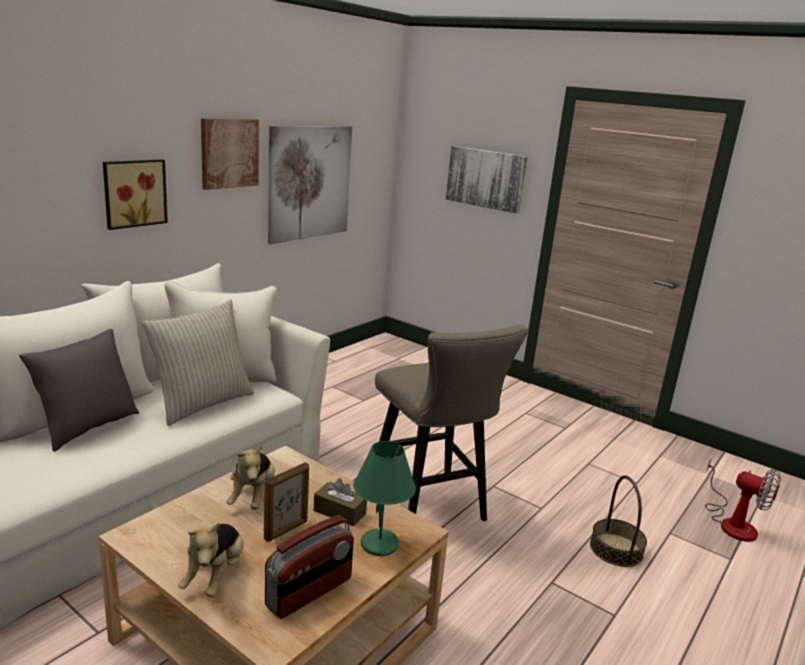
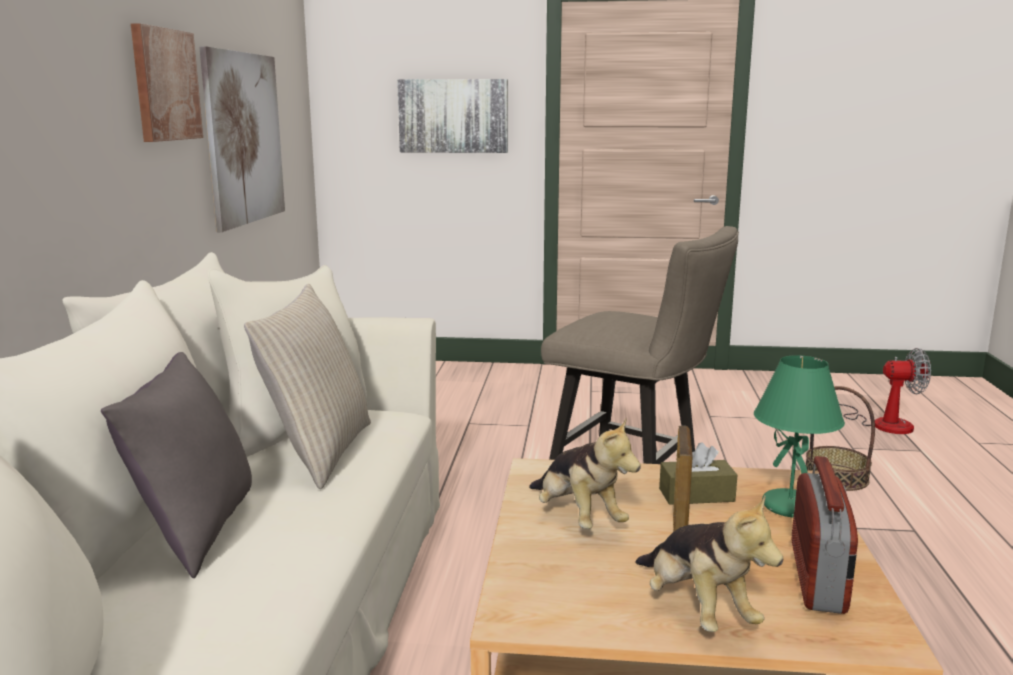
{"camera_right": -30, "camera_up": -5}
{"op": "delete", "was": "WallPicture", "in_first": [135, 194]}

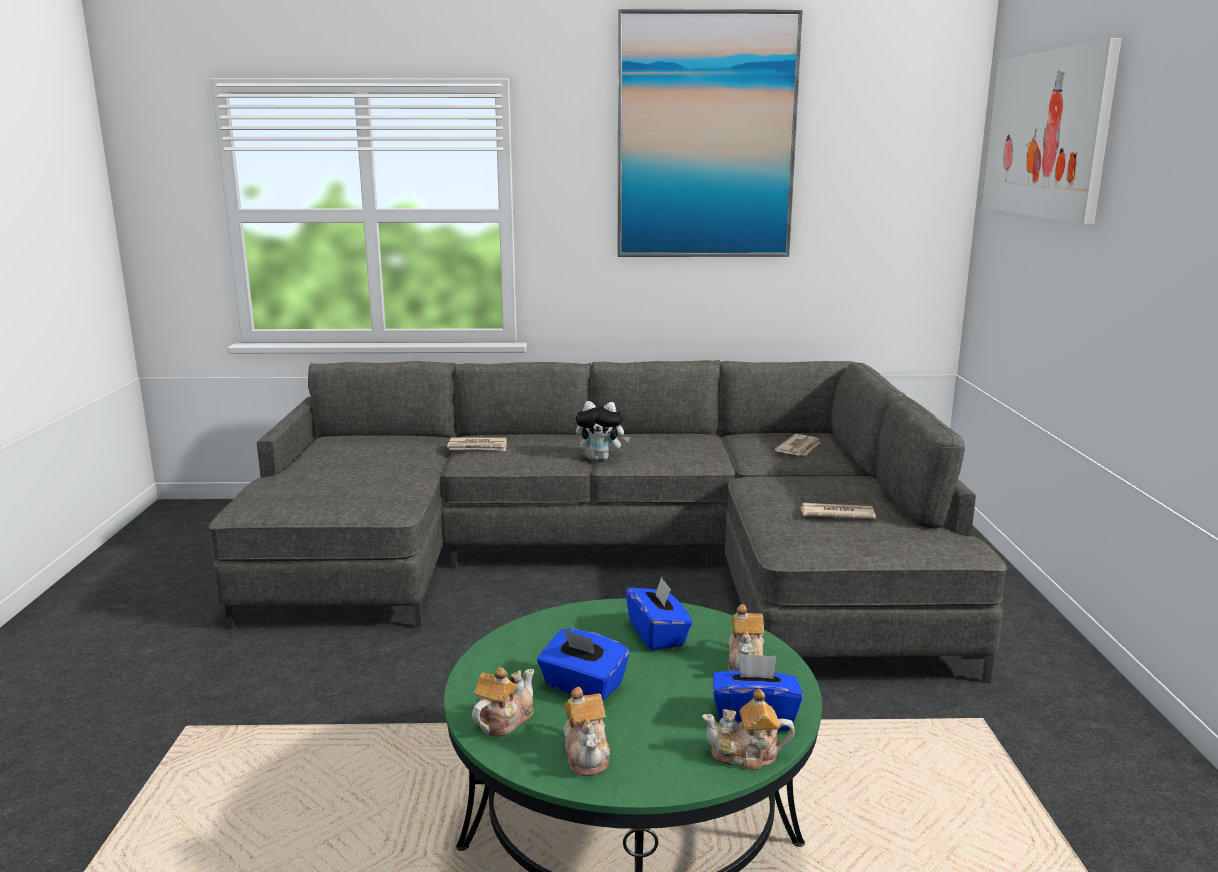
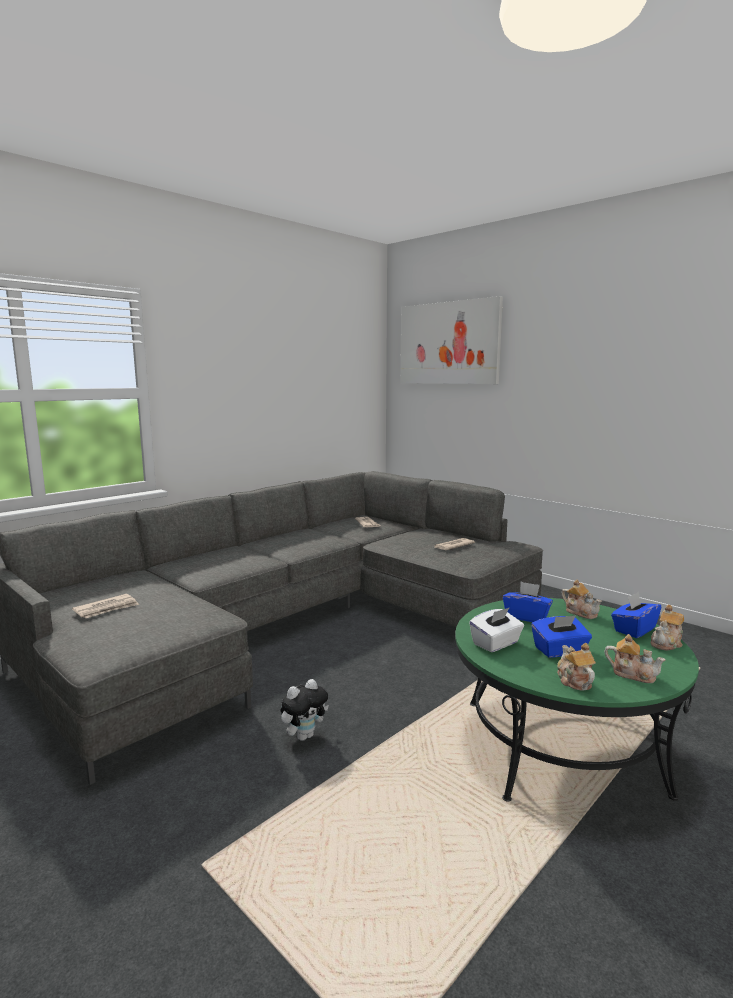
{"camera_right": -45, "camera_up": -5}
{"op": "delete", "was": "WallPicture", "in_first": [710, 133]}
{"op": "move", "was": "SoftToy", "in_first": [603, 430], "in_second": [304, 710]}
{"op": "move", "was": "Newspaper", "in_first": [477, 444], "in_second": [105, 606]}
{"op": "insert", "now": "WhiteTissueHolder", "in_second": [496, 629]}

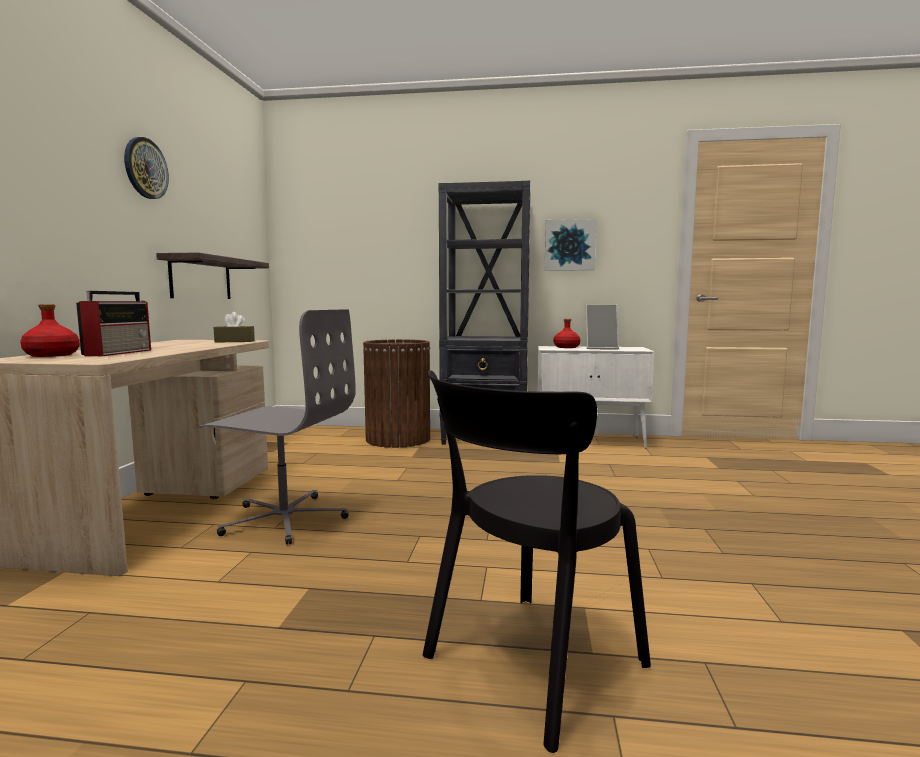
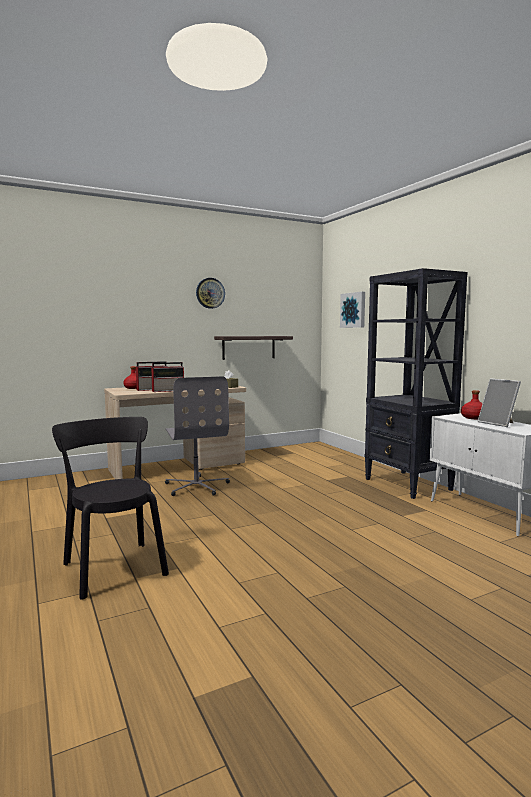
{"camera_right": 55, "camera_up": 0}
{"op": "move", "was": "WallPicture", "in_first": [570, 245], "in_second": [352, 310]}
{"op": "delete", "was": "BrownWasteBin", "in_first": [396, 393]}
{"op": "rotate", "was": "BlackUprightChair", "in_first": [537, 561], "in_second": [110, 508], "clockwise": 45}
{"op": "insert", "now": "Radio", "in_second": [168, 377]}

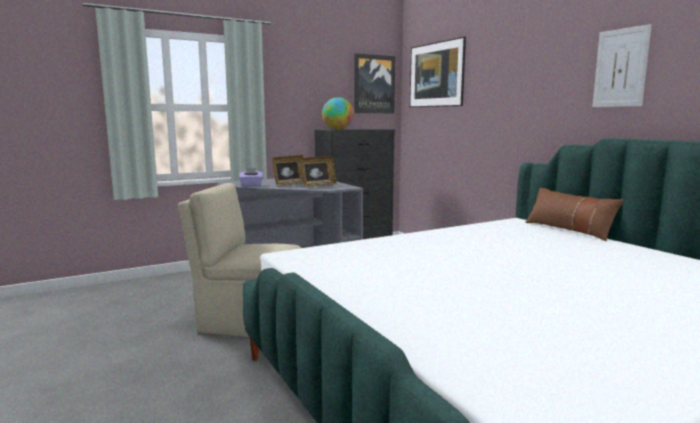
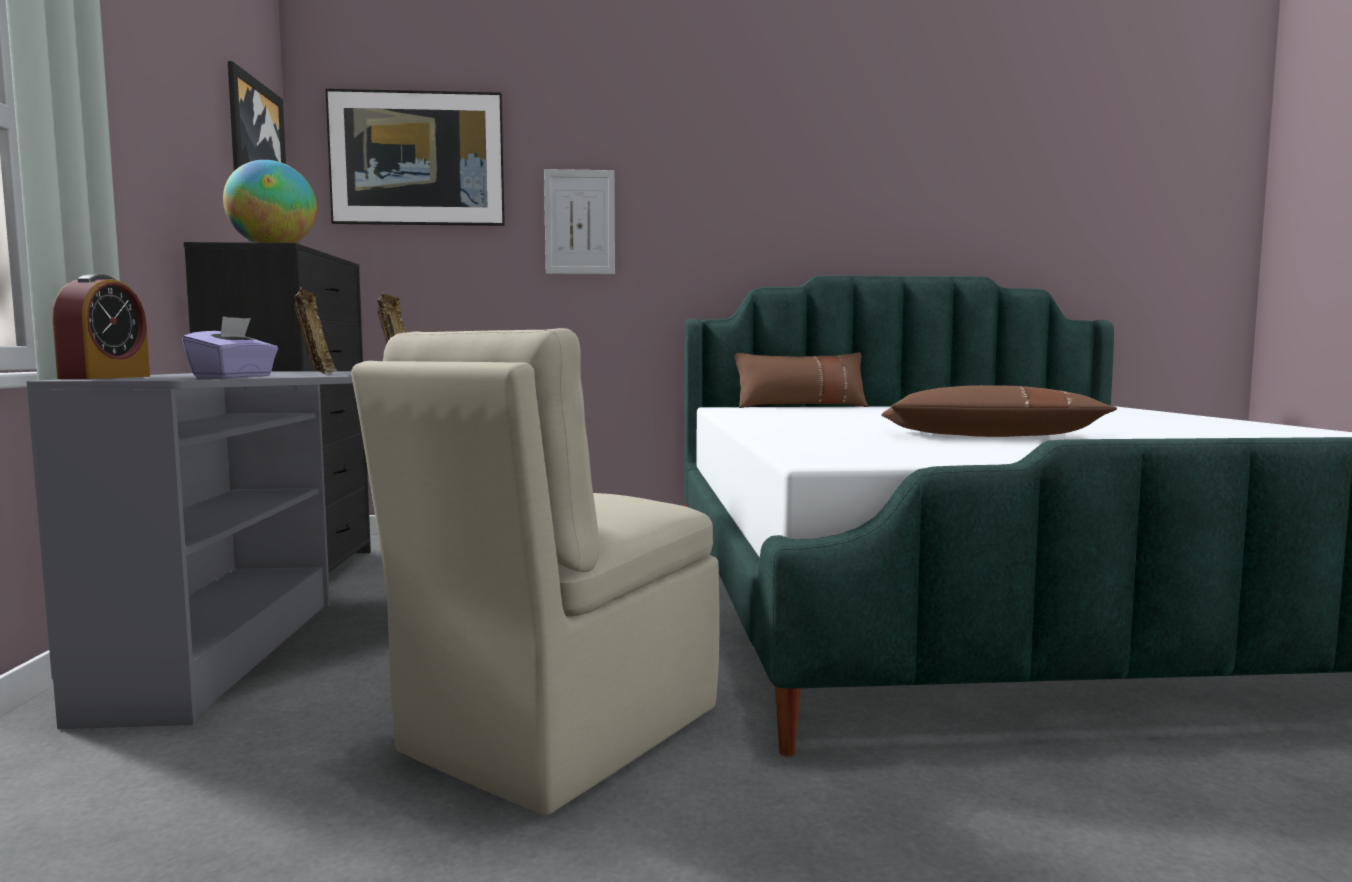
{"camera_right": -65, "camera_up": -5}
{"op": "move", "was": "WallPicture", "in_first": [622, 65], "in_second": [579, 221]}
{"op": "insert", "now": "TableClock", "in_second": [101, 326]}
{"op": "insert", "now": "BrownThrowPillow", "in_second": [999, 411]}

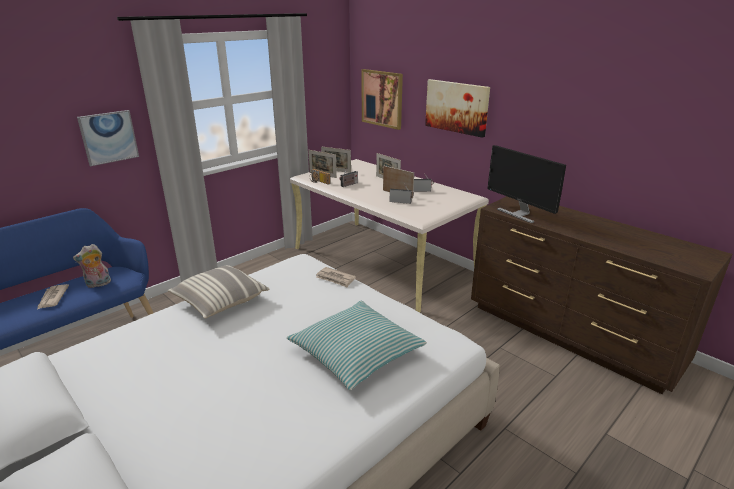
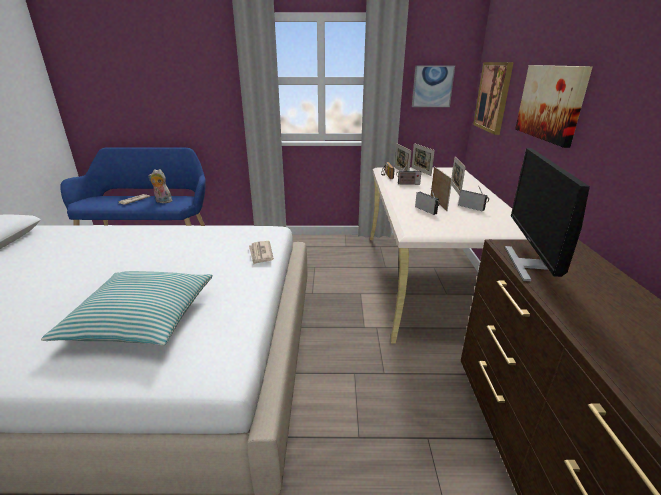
{"camera_right": 45, "camera_up": 0}
{"op": "move", "was": "WallPicture", "in_first": [108, 138], "in_second": [433, 86]}
{"op": "delete", "was": "ThrowPillow", "in_first": [219, 292]}

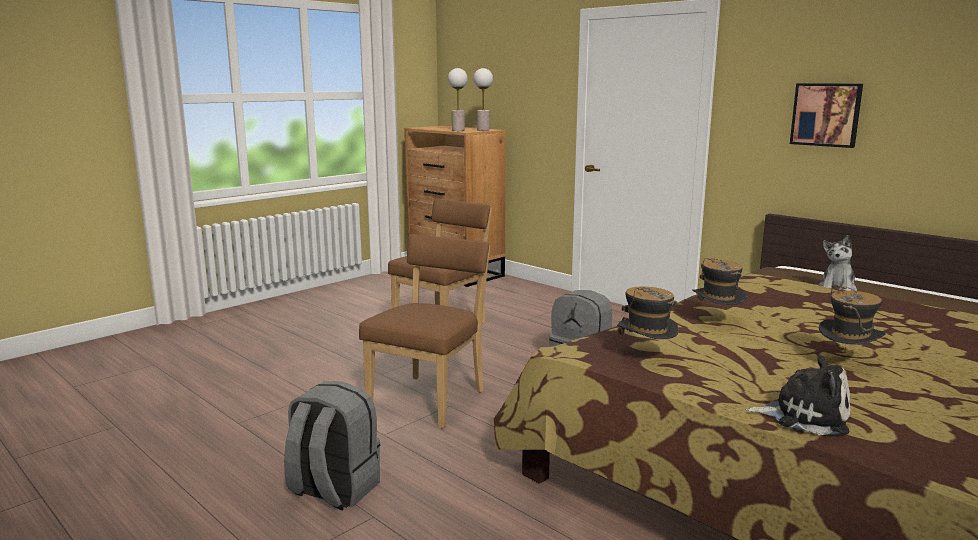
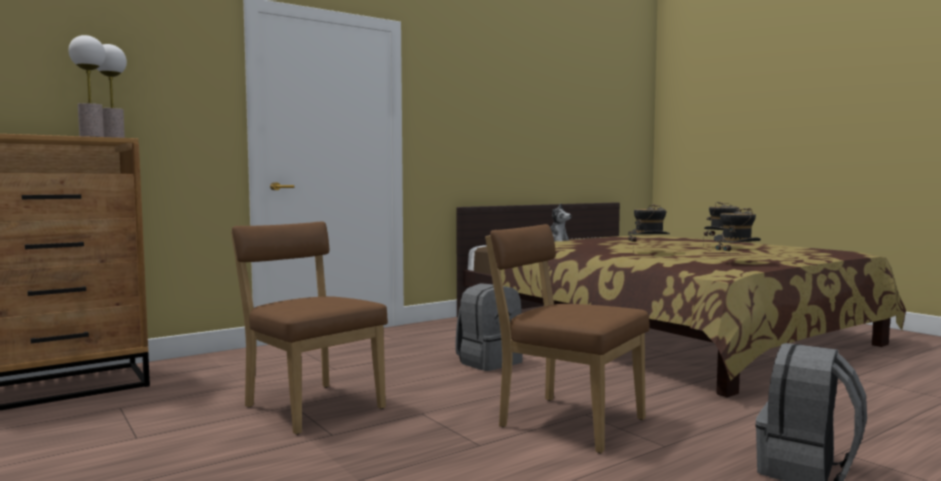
{"camera_right": -80, "camera_up": -10}
{"op": "delete", "was": "WallPicture", "in_first": [826, 115]}
{"op": "delete", "was": "SoftToy", "in_first": [797, 395]}

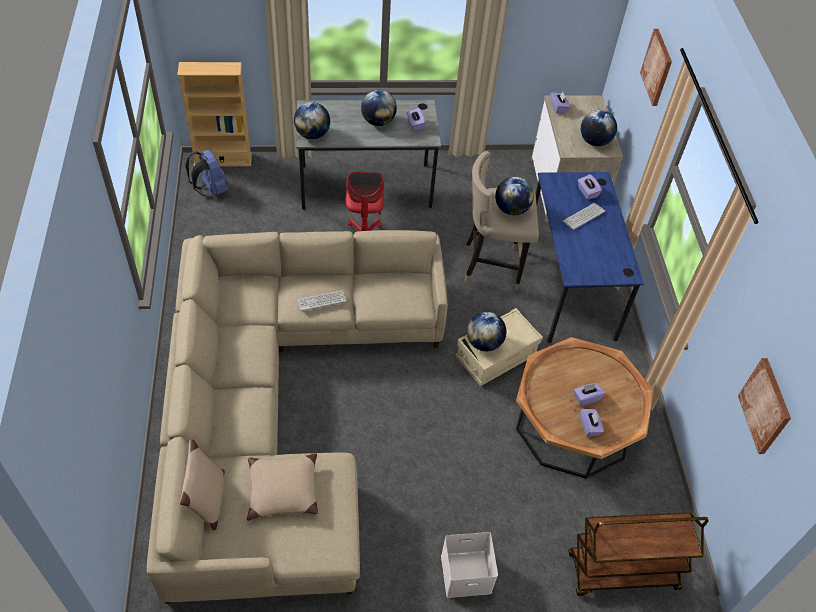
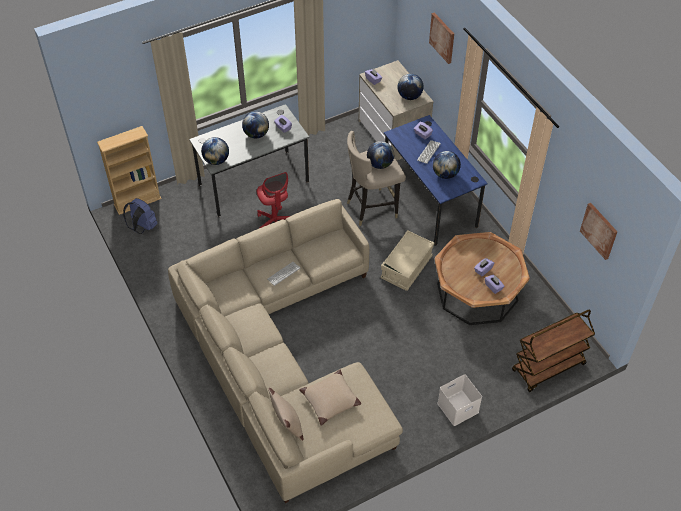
{"camera_right": -20, "camera_up": 0}
{"op": "move", "was": "WorldGlobe", "in_first": [486, 331], "in_second": [447, 165]}

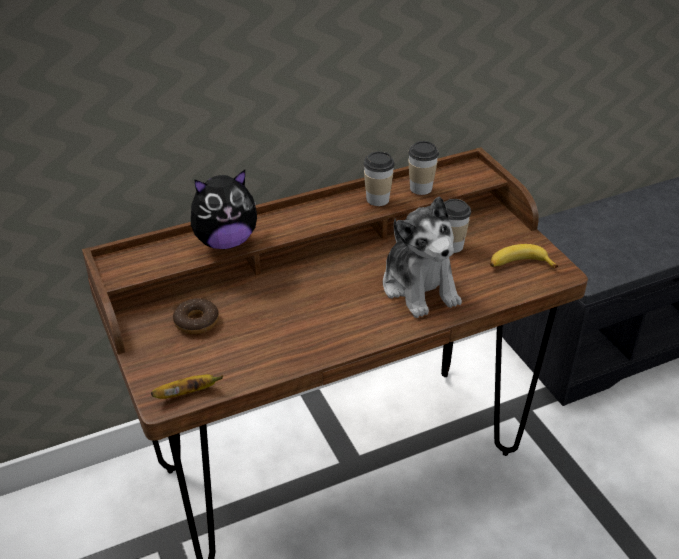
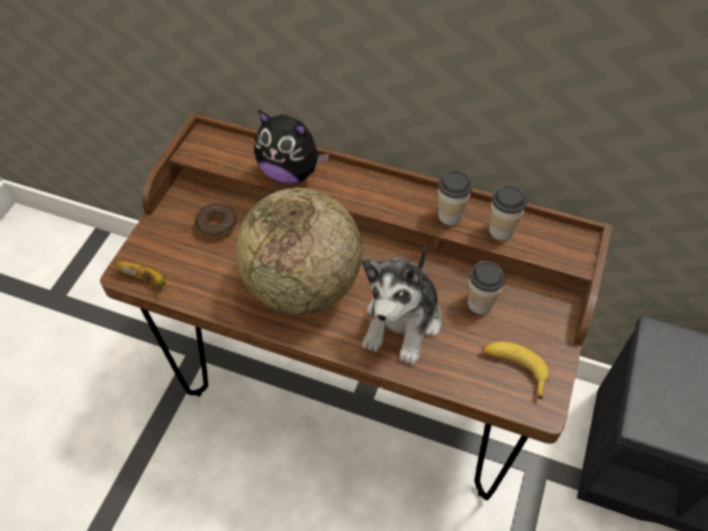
{"camera_right": 45, "camera_up": 15}
{"op": "insert", "now": "WorldGlobe", "in_second": [298, 251]}

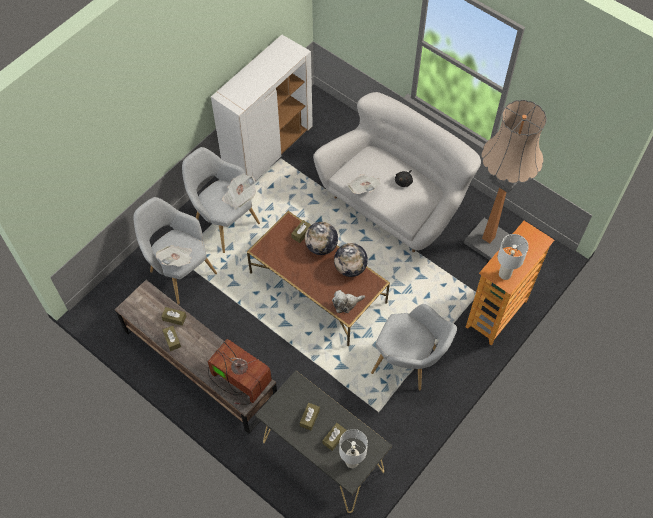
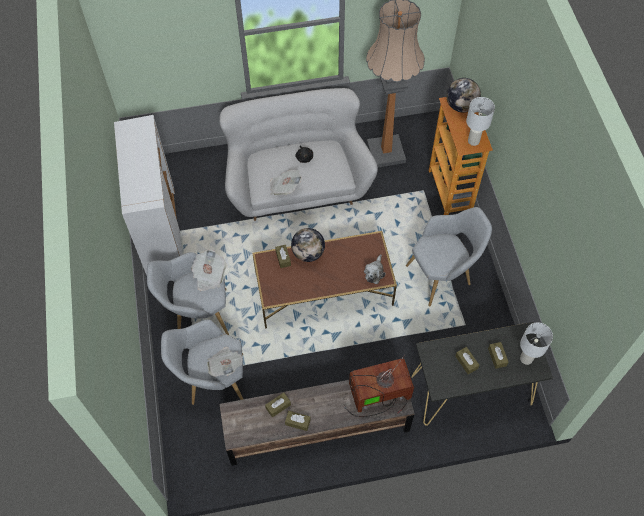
{"camera_right": -50, "camera_up": 0}
{"op": "move", "was": "WorldGlobe", "in_first": [351, 260], "in_second": [463, 95]}

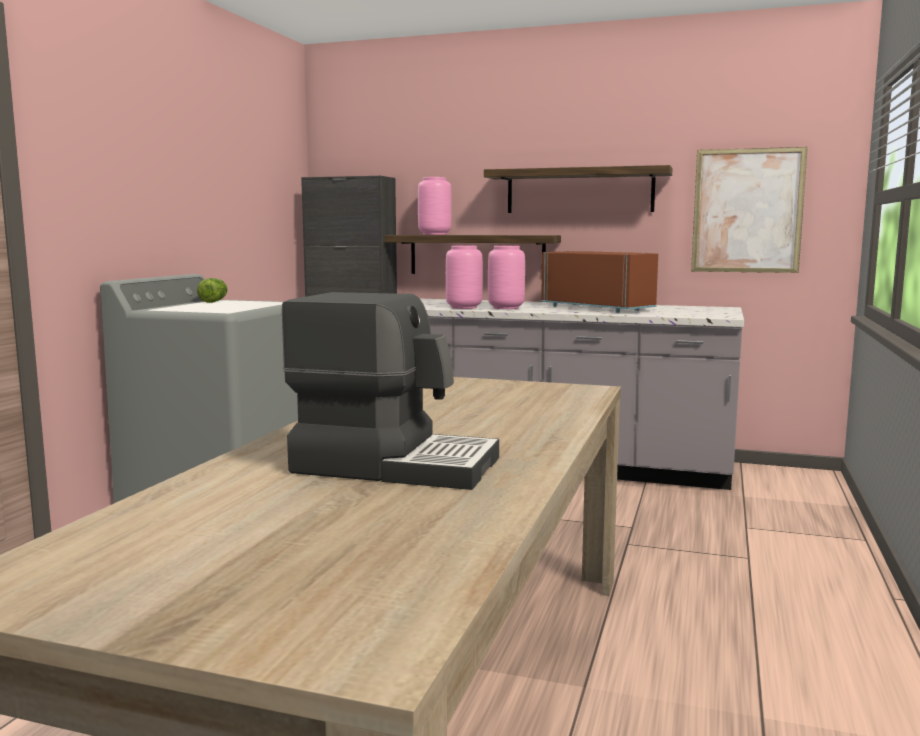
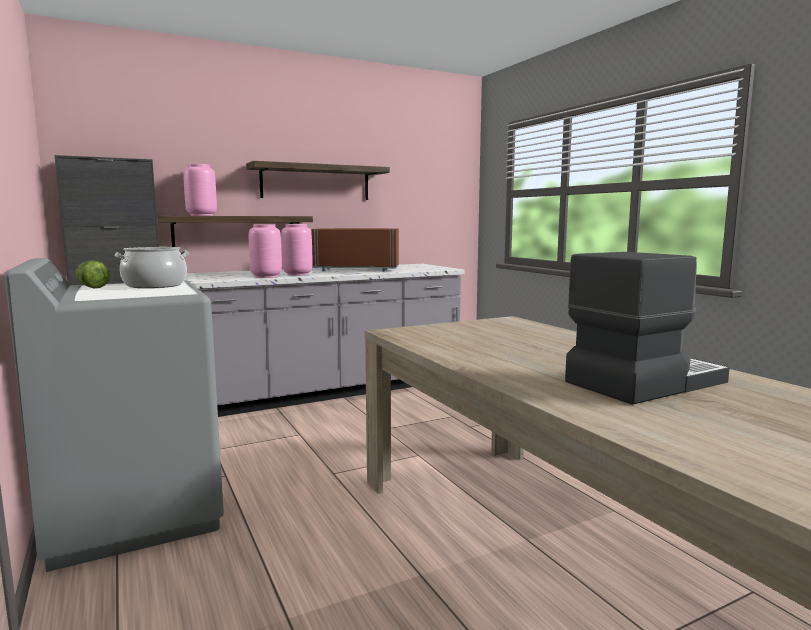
{"camera_right": -45, "camera_up": 0}
{"op": "delete", "was": "WallPicture", "in_first": [749, 210]}
{"op": "insert", "now": "Saucepot", "in_second": [152, 267]}

